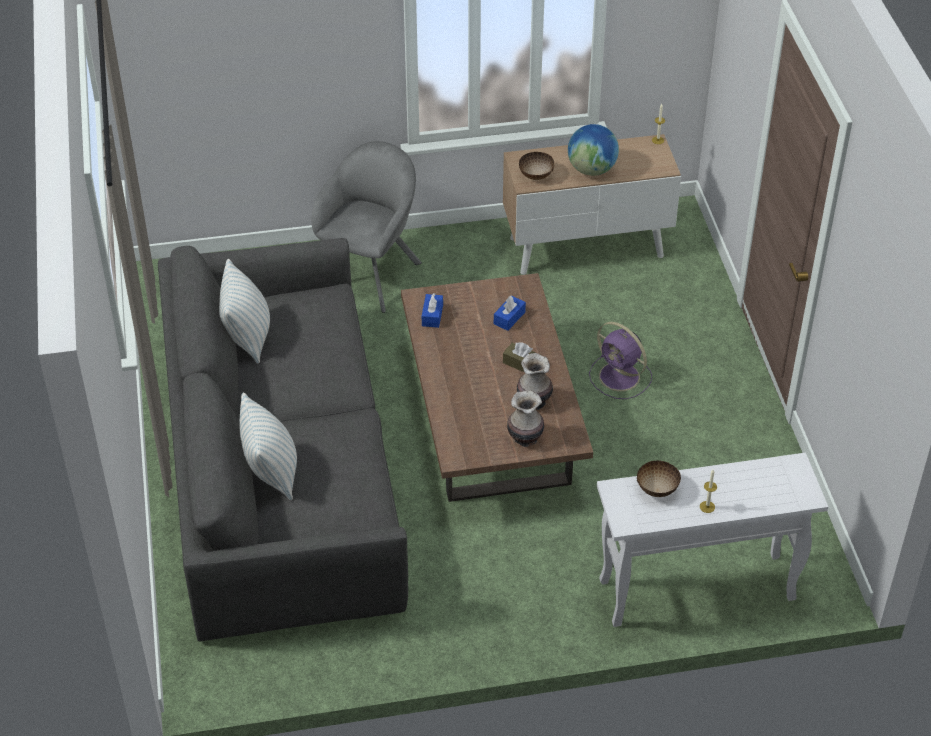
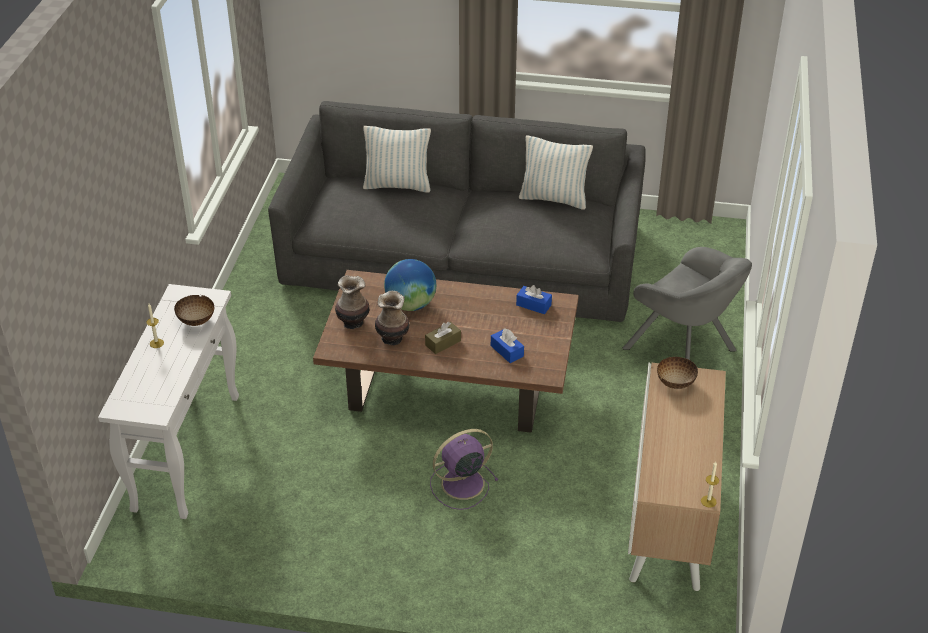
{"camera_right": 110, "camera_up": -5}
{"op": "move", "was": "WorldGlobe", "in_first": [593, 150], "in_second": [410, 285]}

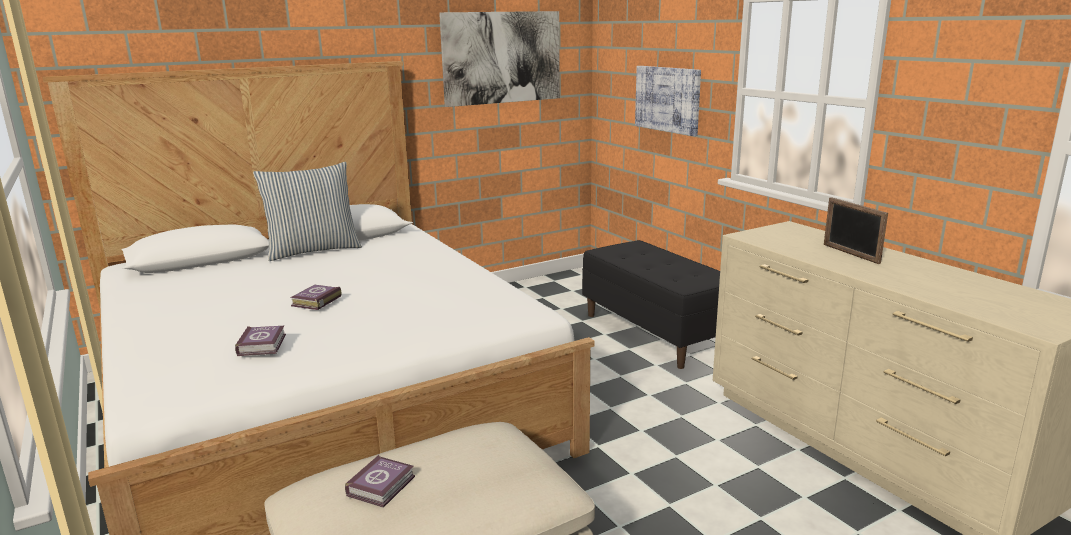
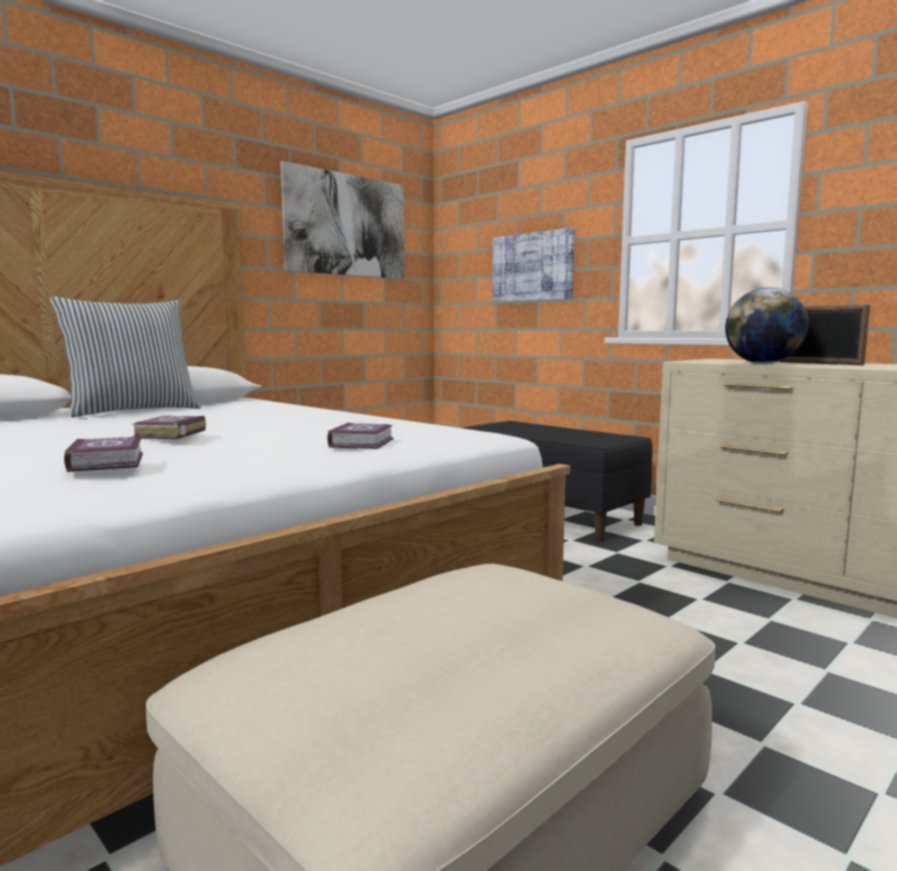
{"camera_right": -15, "camera_up": -10}
{"op": "move", "was": "BoundBook", "in_first": [380, 481], "in_second": [360, 436]}
{"op": "insert", "now": "WorldGlobe", "in_second": [767, 325]}

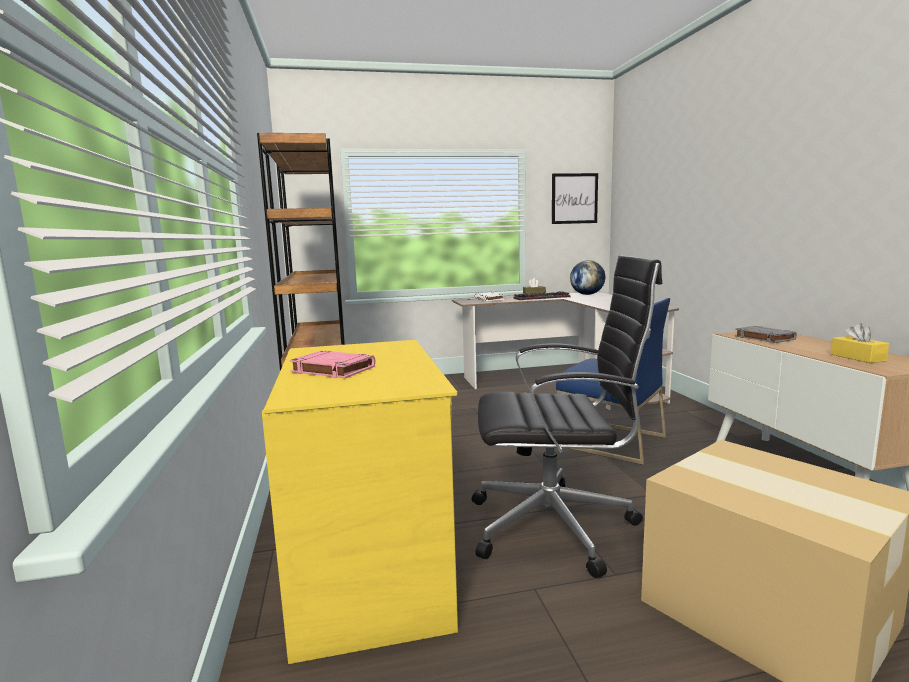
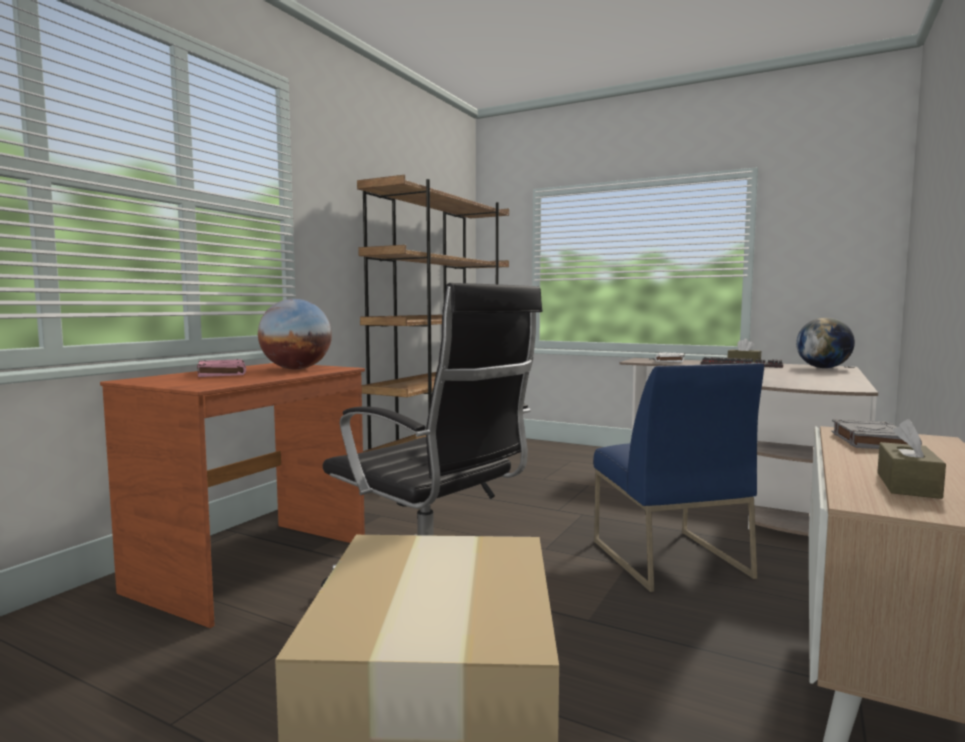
{"camera_right": 40, "camera_up": -5}
{"op": "delete", "was": "WallPicture", "in_first": [575, 198]}
{"op": "recolor", "was": "YellowColouredTissueHolder", "now": "BrownTissueHolder", "in_first": [860, 343], "in_second": [911, 459]}
{"op": "recolor", "was": "YellowColouredDeskTable", "now": "BrownDeskTable", "in_first": [360, 502], "in_second": [232, 495]}
{"op": "insert", "now": "WorldGlobe", "in_second": [295, 334]}

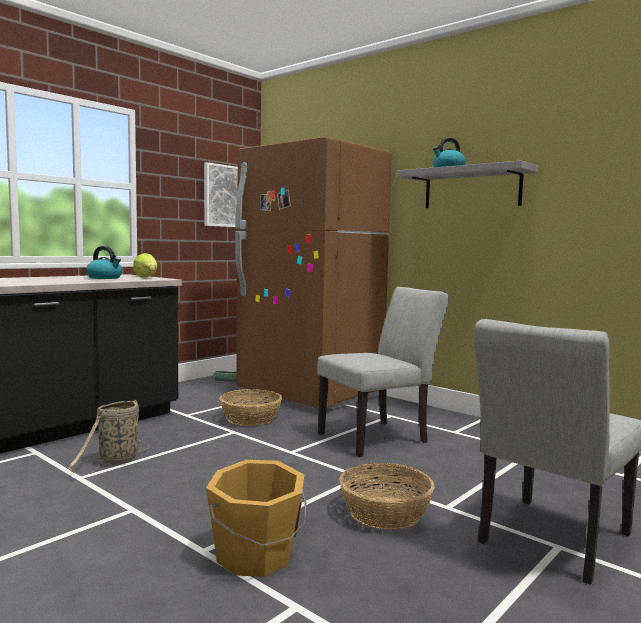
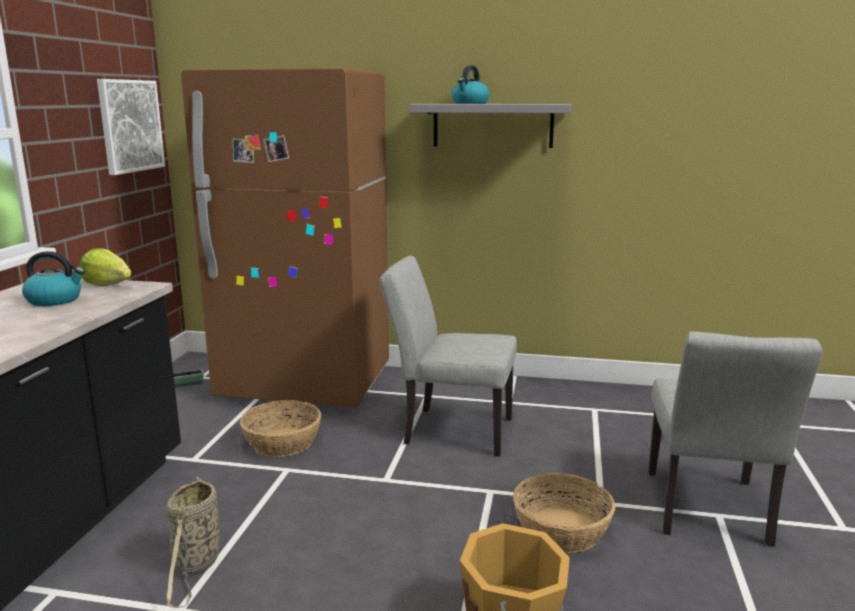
{"camera_right": -30, "camera_up": 10}
{"op": "rotate", "was": "GrayUprightChair", "in_first": [383, 372], "in_second": [448, 356], "clockwise": -105}

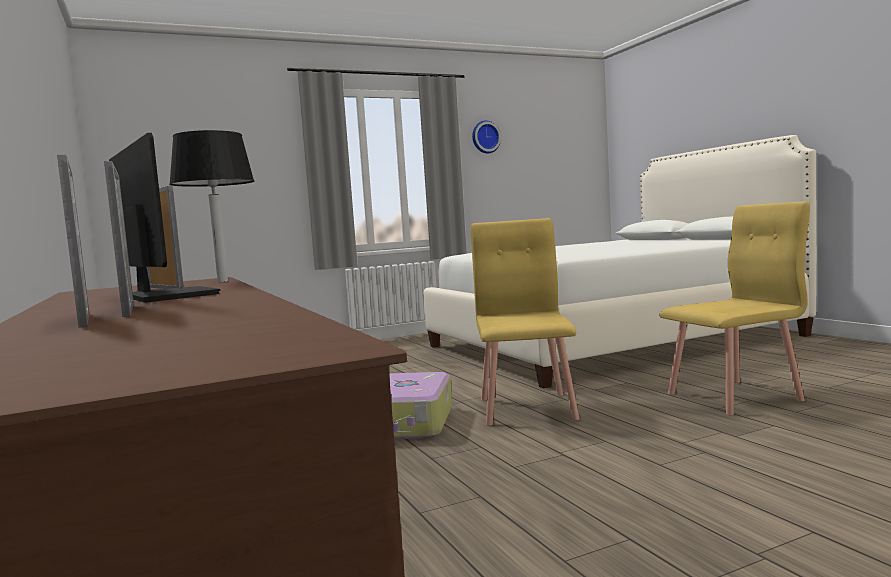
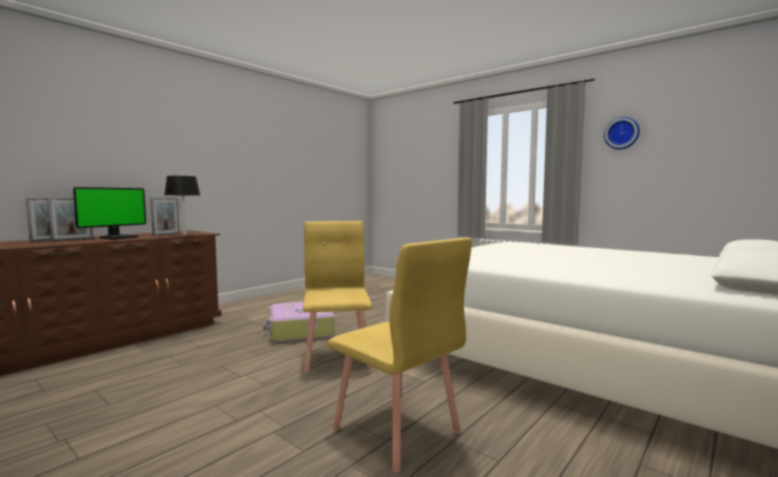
{"camera_right": 65, "camera_up": 0}
{"op": "rotate", "was": "YellowColouredUprightChair", "in_first": [525, 322], "in_second": [337, 296], "clockwise": -75}

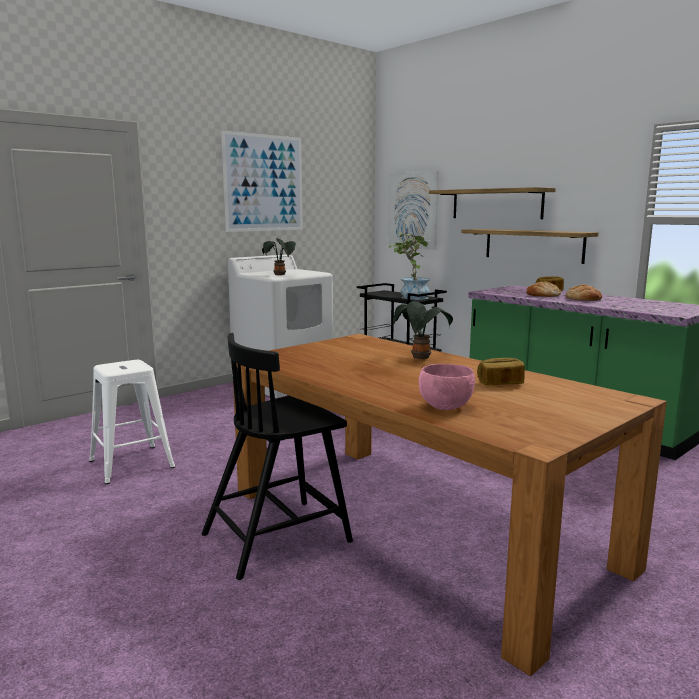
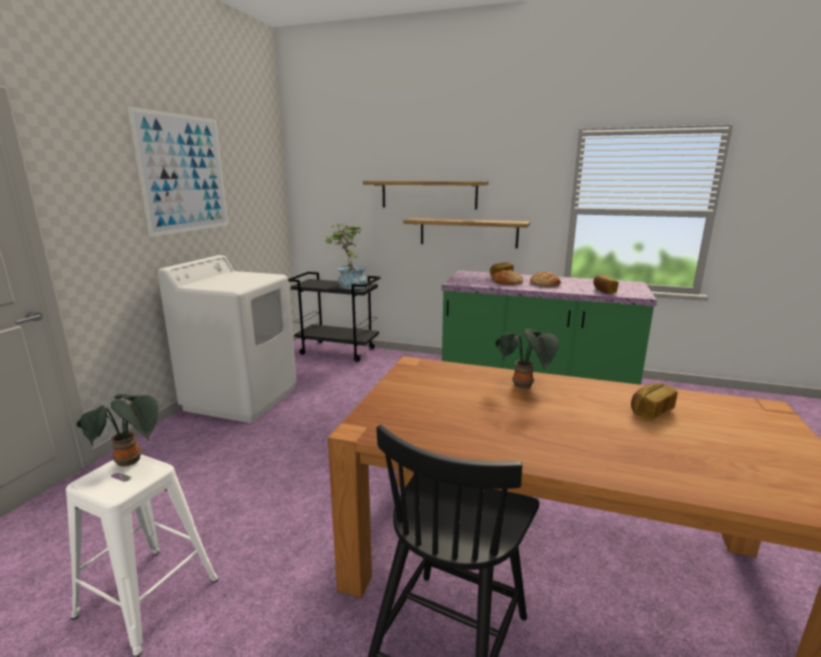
{"camera_right": -30, "camera_up": 5}
{"op": "delete", "was": "WallPicture", "in_first": [413, 210]}
{"op": "move", "was": "PottedPlant", "in_first": [279, 256], "in_second": [118, 430]}
{"op": "delete", "was": "PinkishBowl", "in_first": [447, 387]}
{"op": "insert", "now": "BakedBread", "in_second": [606, 284]}

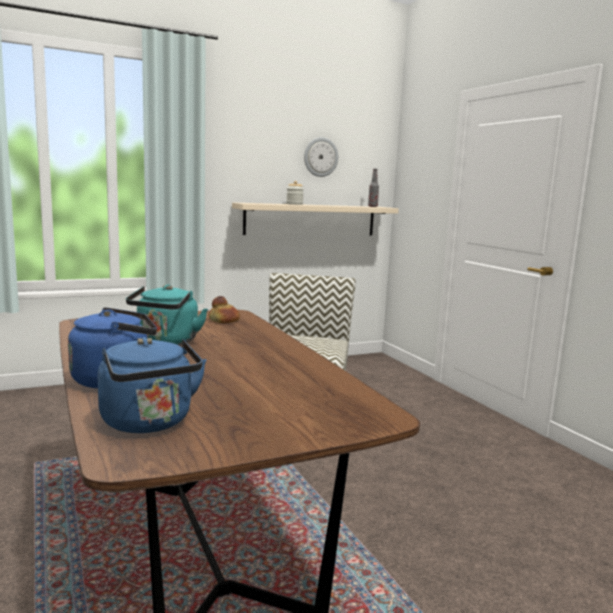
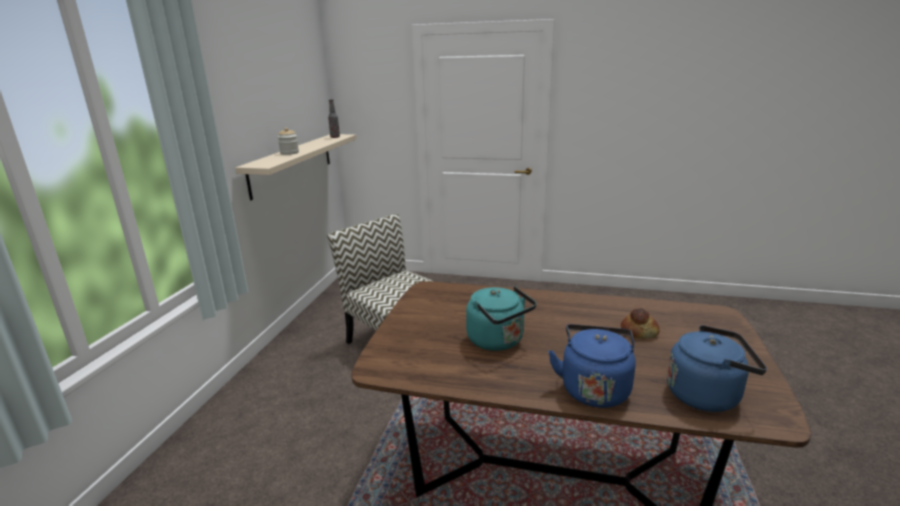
{"camera_right": -50, "camera_up": 10}
{"op": "delete", "was": "ClockOnTheWall", "in_first": [321, 157]}
{"op": "move", "was": "BakedBread", "in_first": [224, 309], "in_second": [640, 323]}

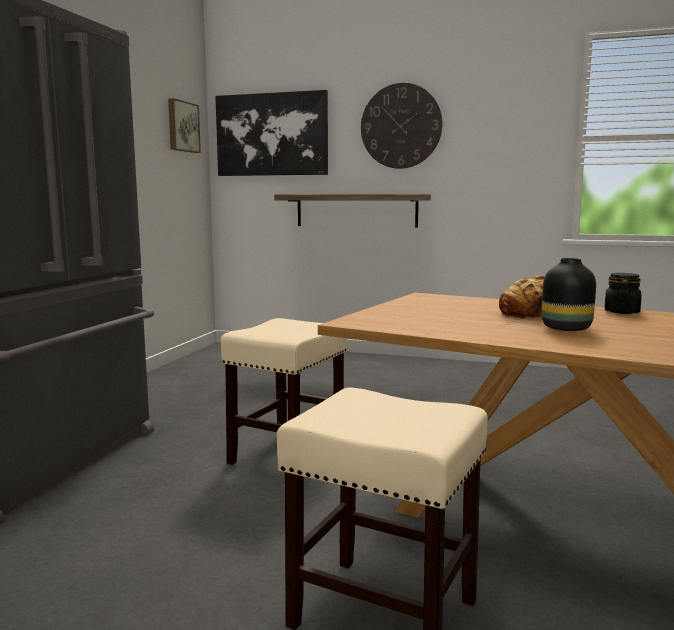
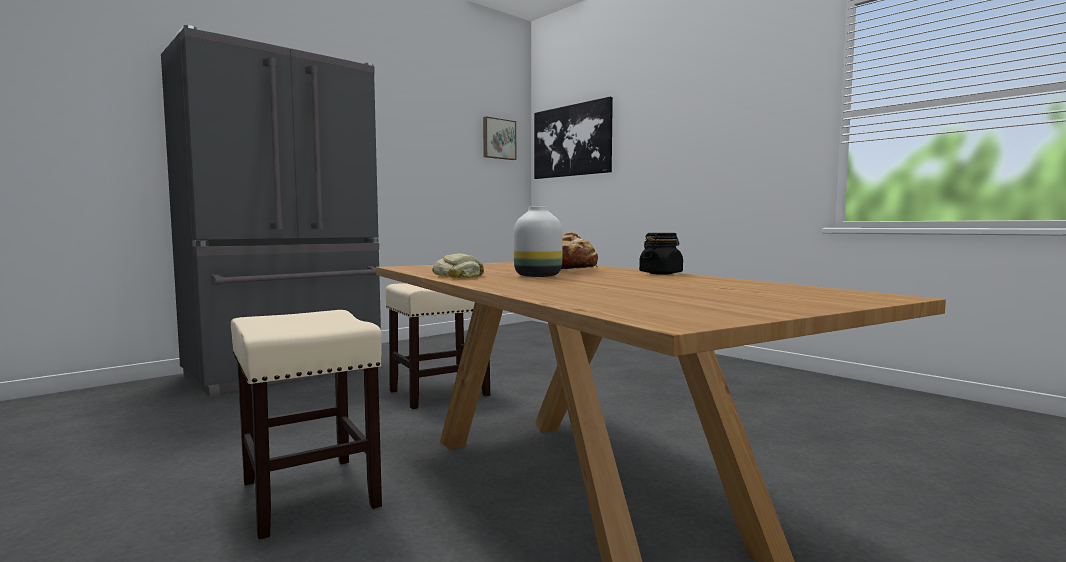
{"camera_right": 30, "camera_up": -5}
{"op": "delete", "was": "ClockOnTheWall", "in_first": [401, 126]}
{"op": "delete", "was": "BracketShelf", "in_first": [352, 210]}
{"op": "recolor", "was": "BlackDecorativeVase", "now": "WhiteDecorativeVase", "in_first": [568, 294], "in_second": [538, 242]}
{"op": "insert", "now": "BakedBread", "in_second": [458, 265]}

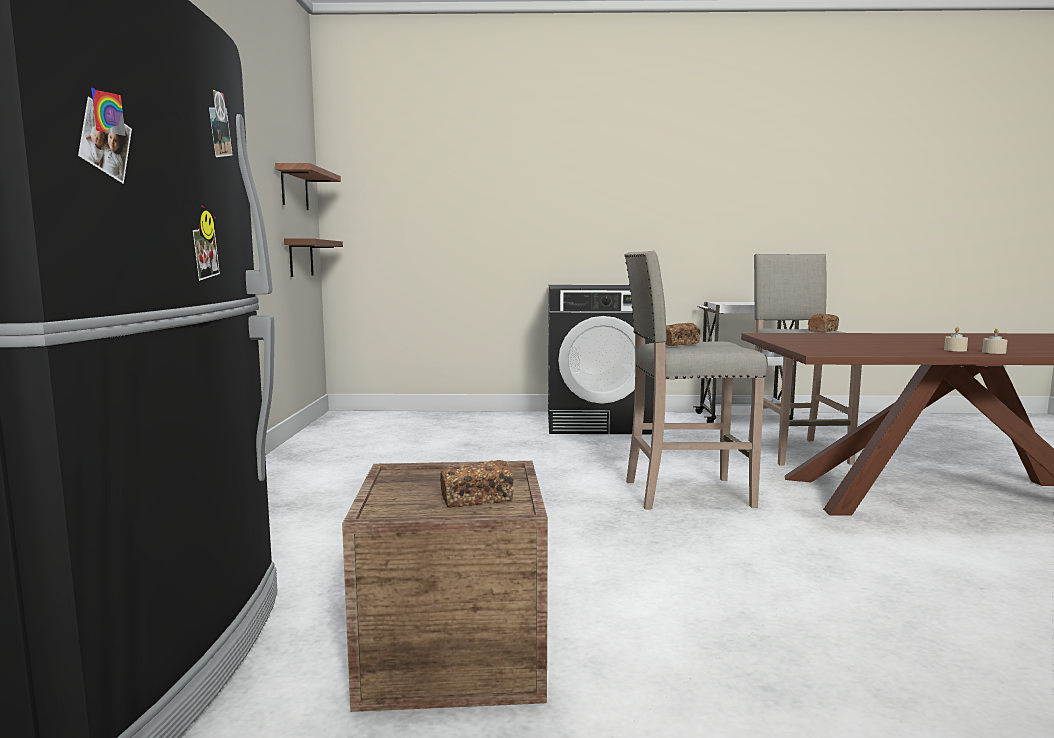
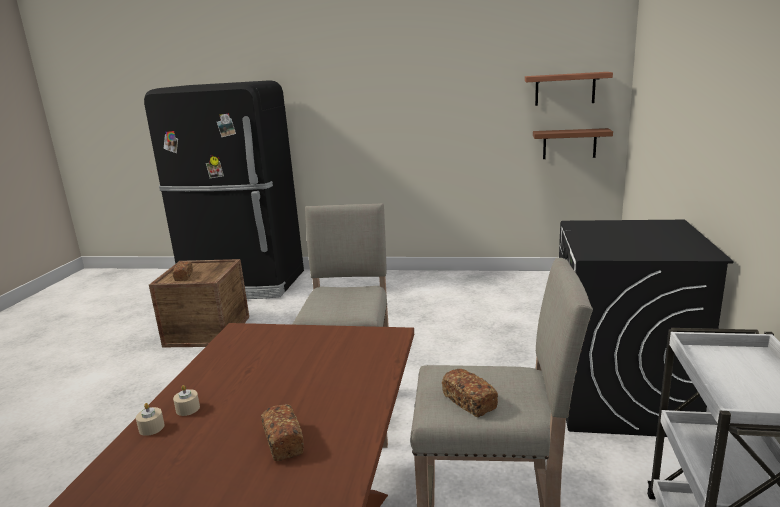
{"camera_right": 100, "camera_up": 10}
{"op": "move", "was": "BakedBread", "in_first": [683, 334], "in_second": [282, 432]}

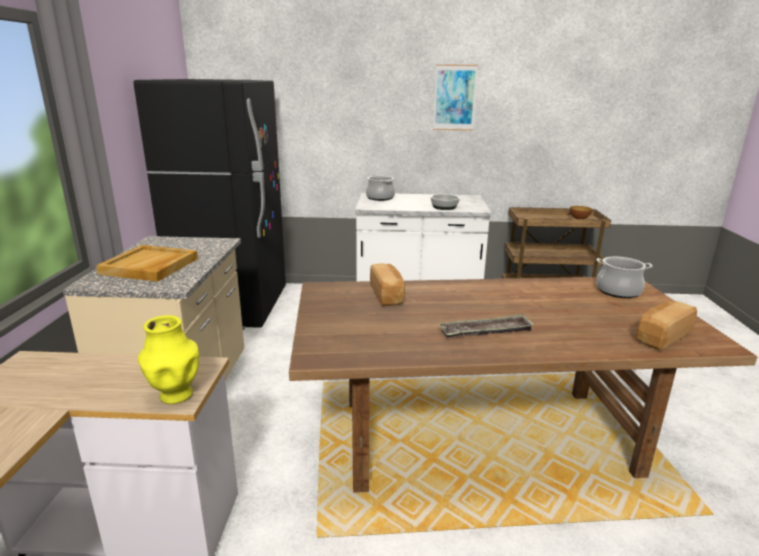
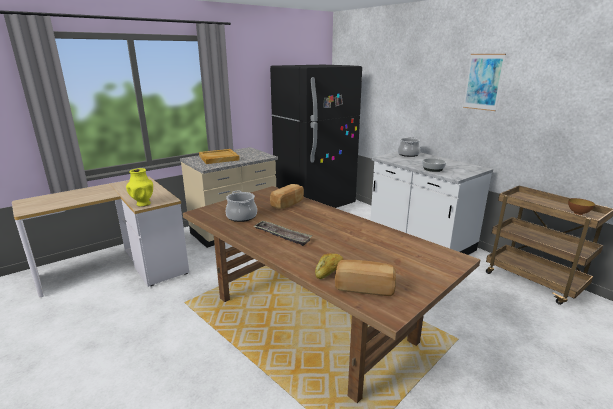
{"camera_right": 50, "camera_up": 0}
{"op": "move", "was": "Saucepot", "in_first": [624, 277], "in_second": [241, 206]}
{"op": "insert", "now": "BakedBread", "in_second": [329, 266]}

